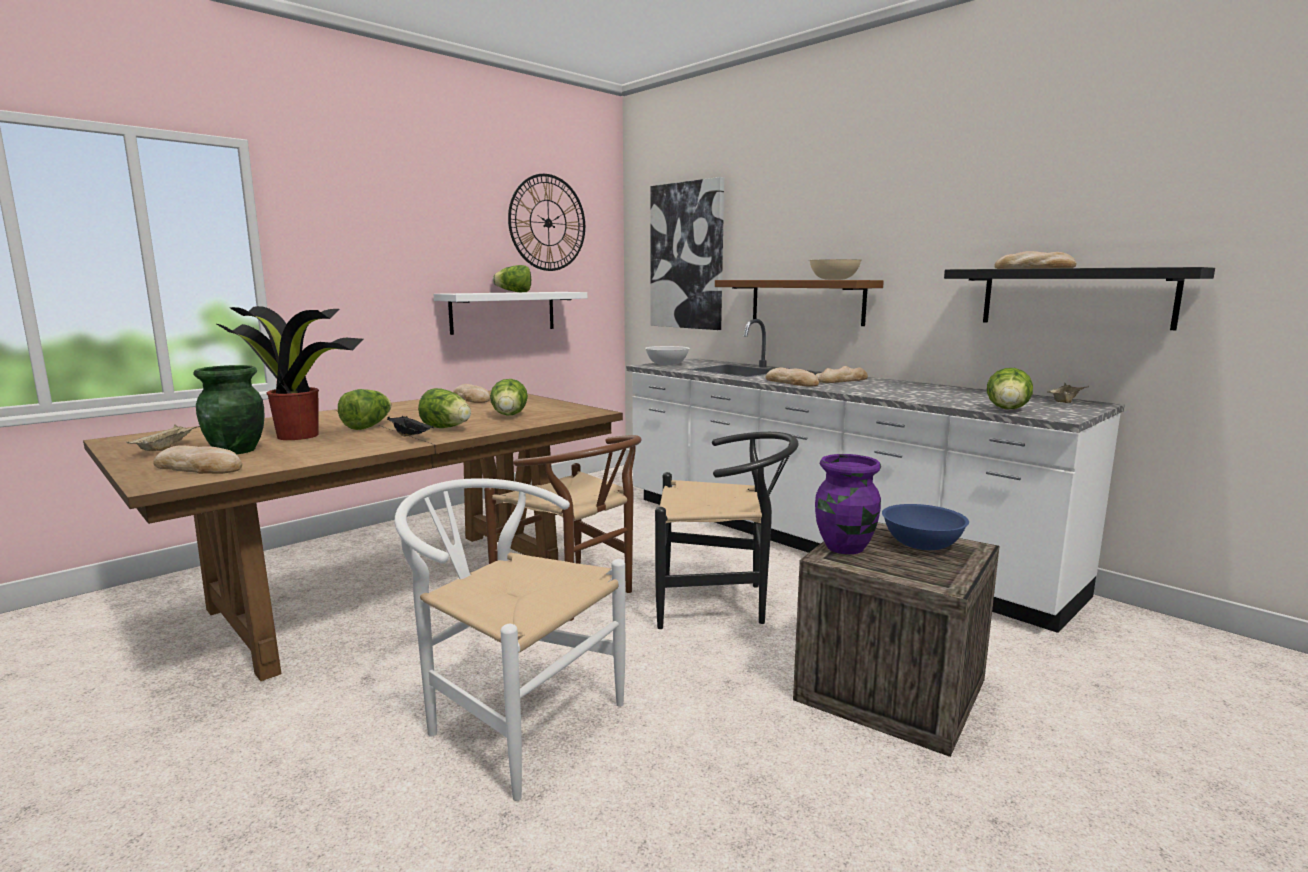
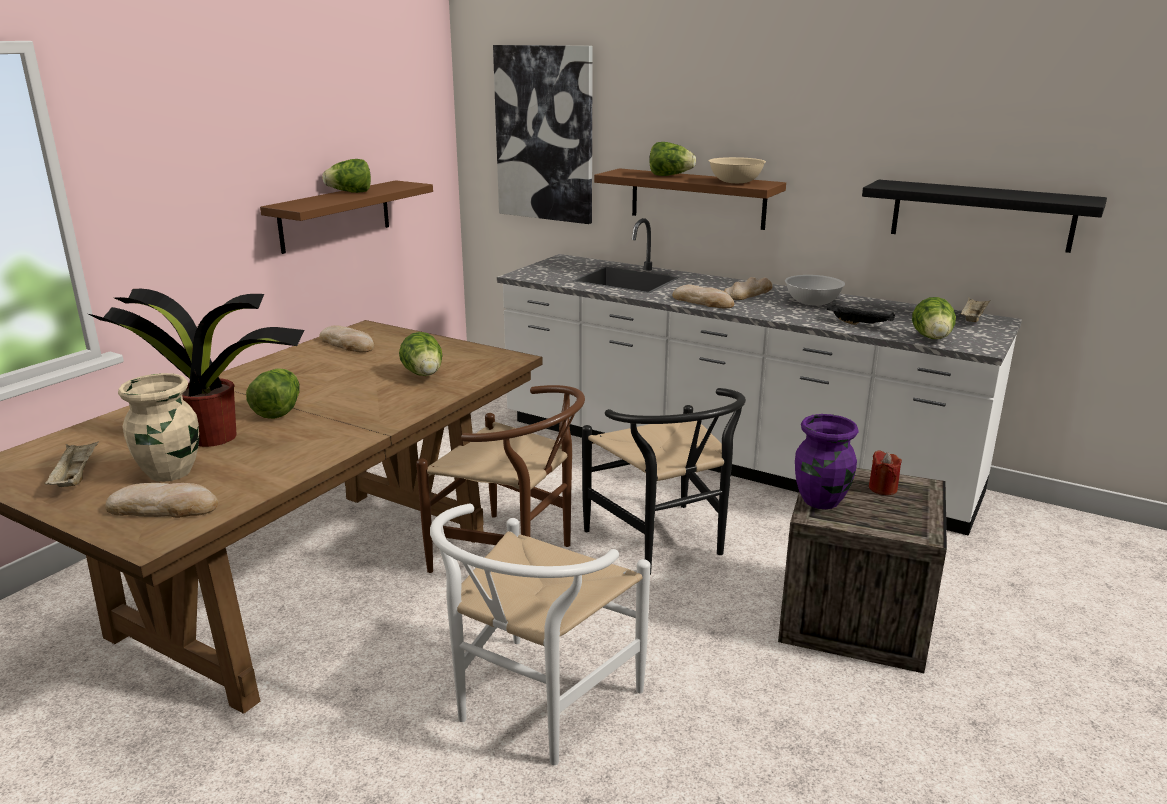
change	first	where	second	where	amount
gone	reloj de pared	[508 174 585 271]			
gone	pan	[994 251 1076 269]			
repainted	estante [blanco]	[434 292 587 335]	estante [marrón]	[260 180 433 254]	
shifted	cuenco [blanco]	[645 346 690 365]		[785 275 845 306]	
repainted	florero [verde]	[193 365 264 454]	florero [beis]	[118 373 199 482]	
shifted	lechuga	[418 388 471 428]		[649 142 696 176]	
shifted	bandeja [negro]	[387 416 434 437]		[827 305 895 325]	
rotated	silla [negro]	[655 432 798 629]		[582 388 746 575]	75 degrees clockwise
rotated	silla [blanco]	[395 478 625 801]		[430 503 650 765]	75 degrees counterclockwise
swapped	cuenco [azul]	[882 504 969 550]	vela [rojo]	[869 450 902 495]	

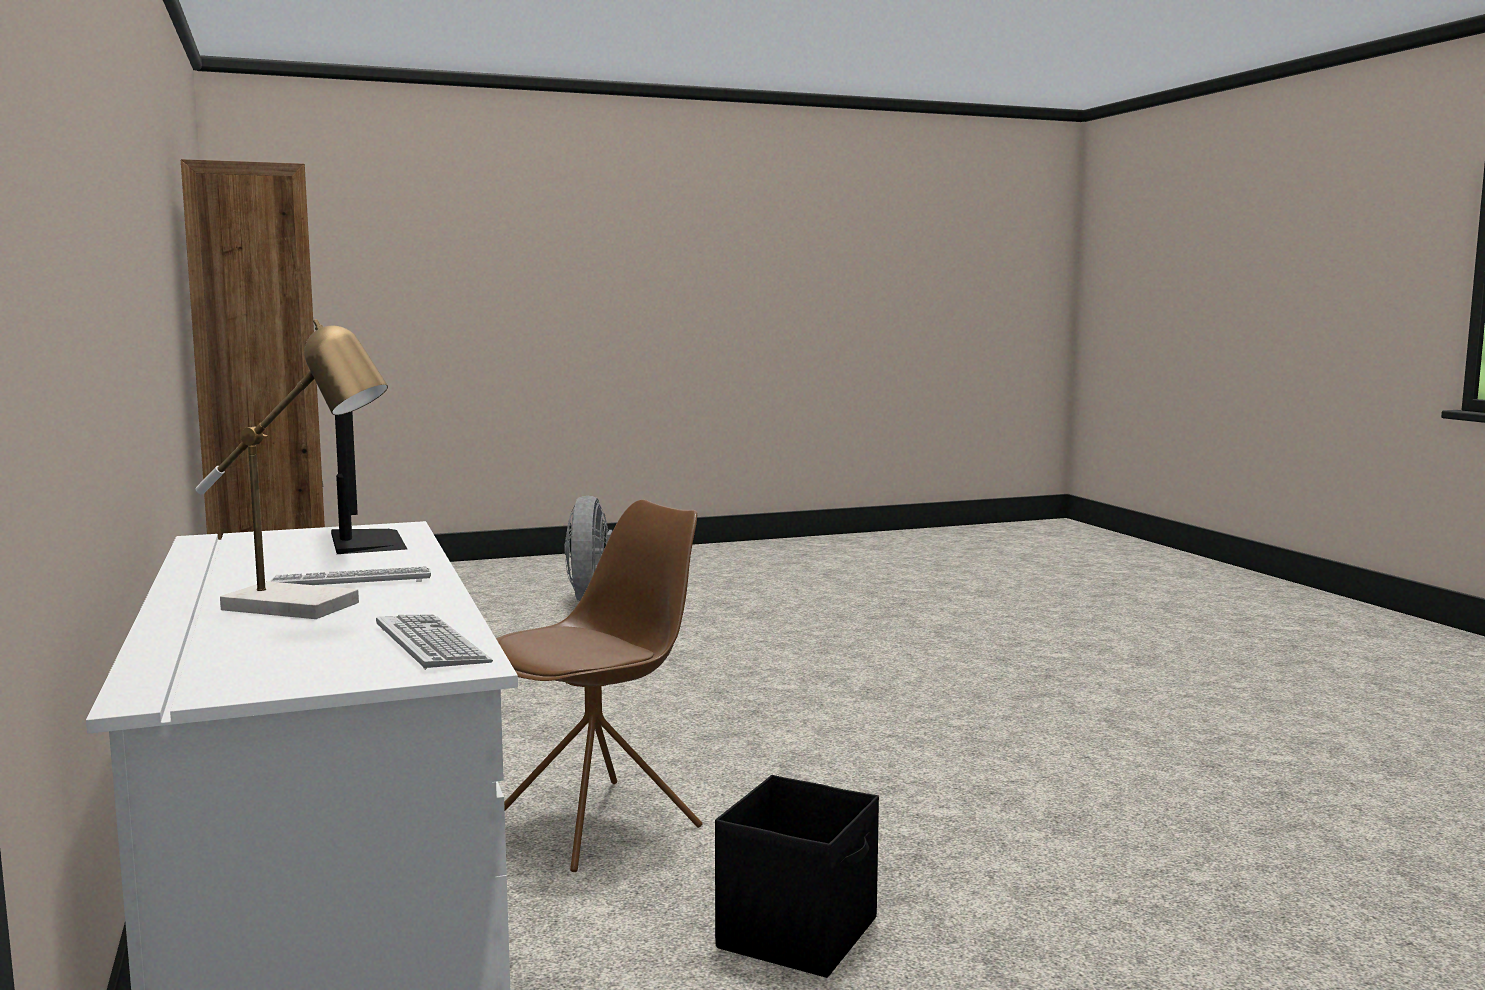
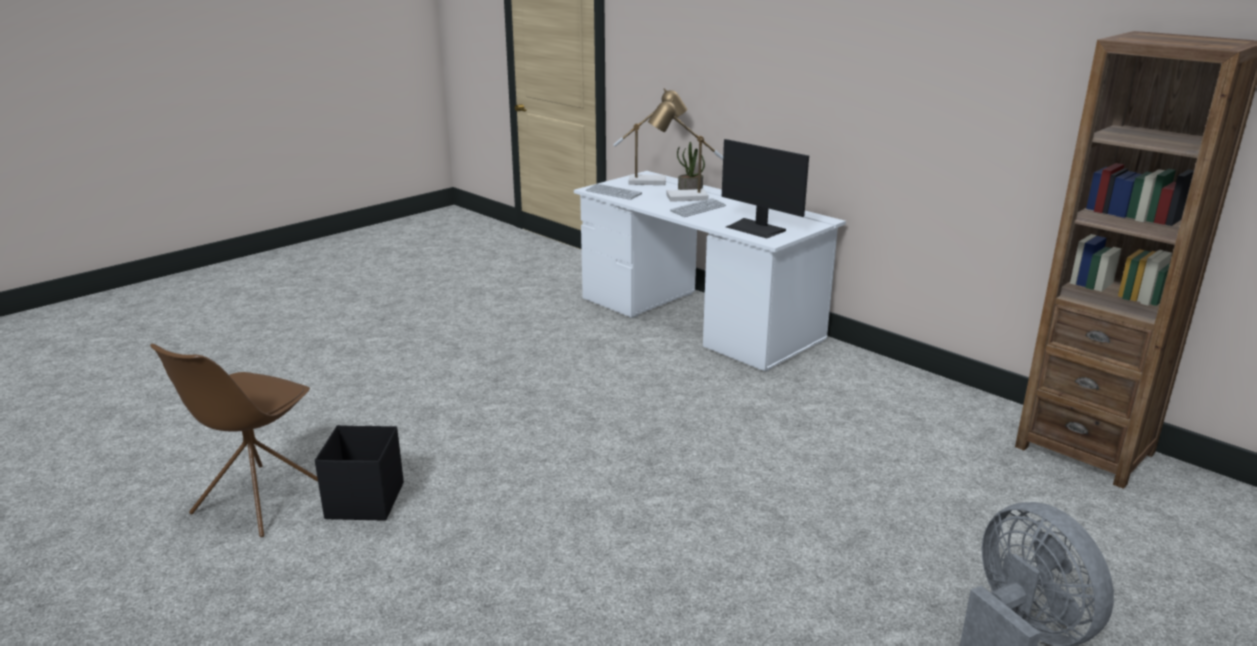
change	first	where	second	where	amount
shifted	silla [marrón]	[496 499 702 872]		[150 344 318 537]	
shifted	caja de almacenaje [negro]	[715 775 879 978]		[315 425 404 521]	
new			lámpara de mesa	[613 88 687 185]	
new			planta en maceta	[677 142 705 190]	

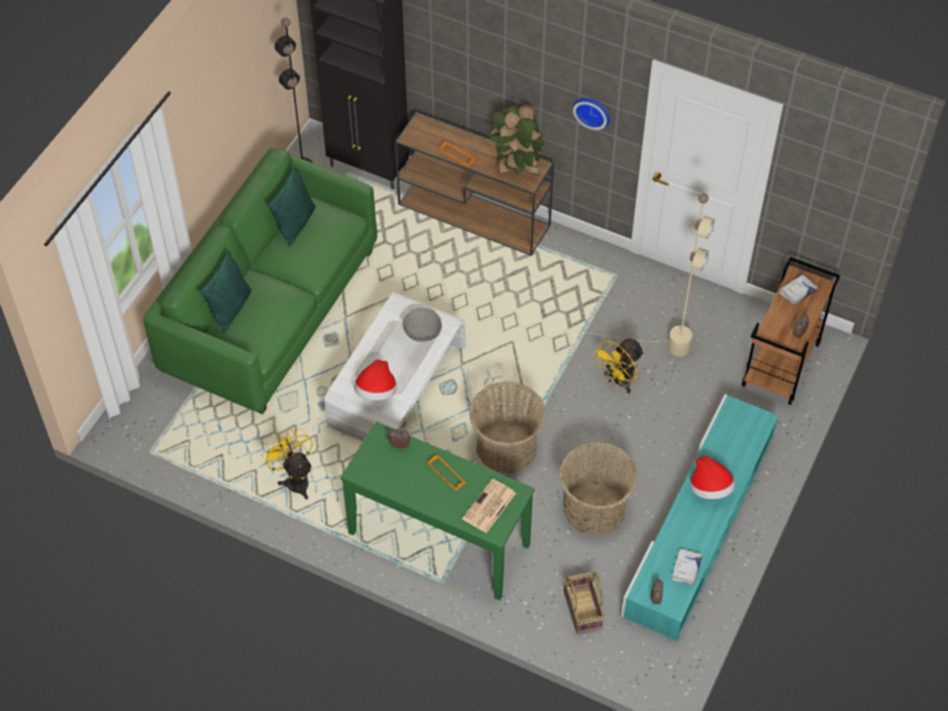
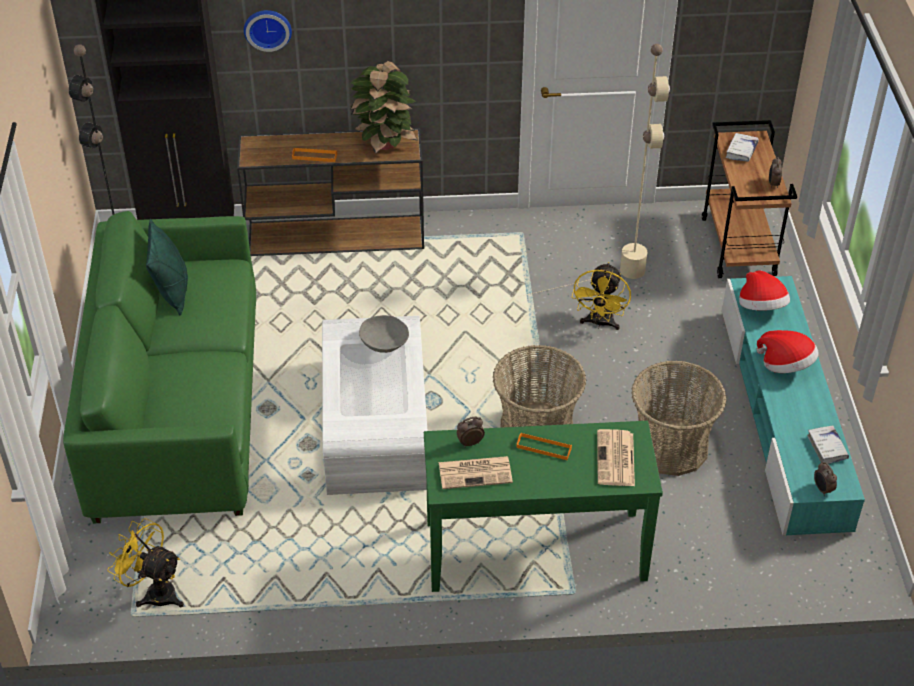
change	first	where	second	where	amount
shifted	reloj de pared	[573 98 610 130]		[244 10 292 52]	
gone	cojín [verde]	[199 250 252 333]			
shifted	sombrero	[354 359 396 401]		[739 270 790 311]	
shifted	ventilador [amarillo]	[261 428 313 499]		[107 518 184 607]	
gone	cesta	[564 572 605 634]			
new			periódico	[439 456 513 489]	

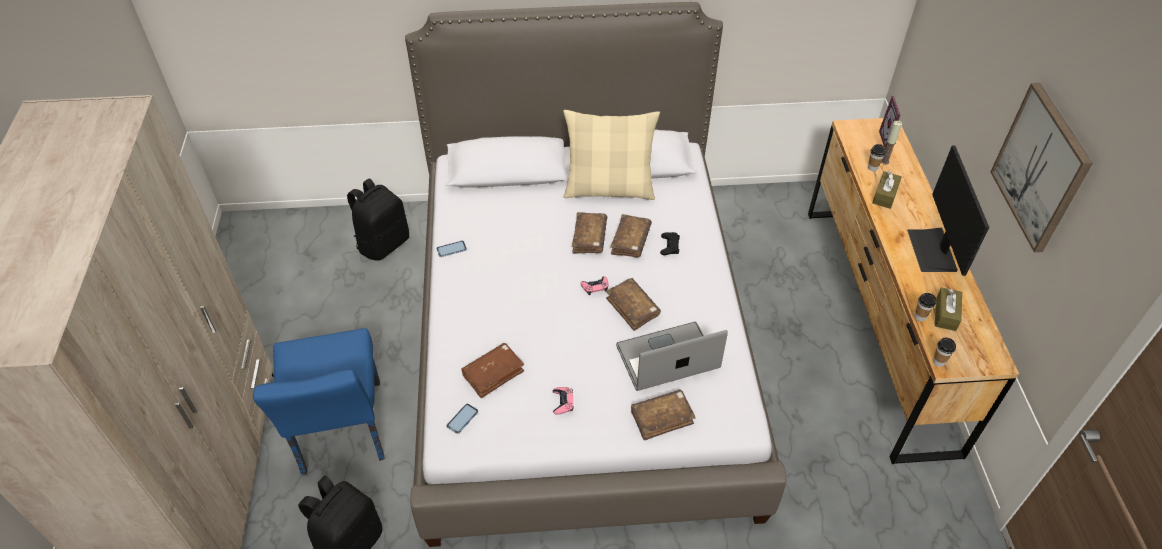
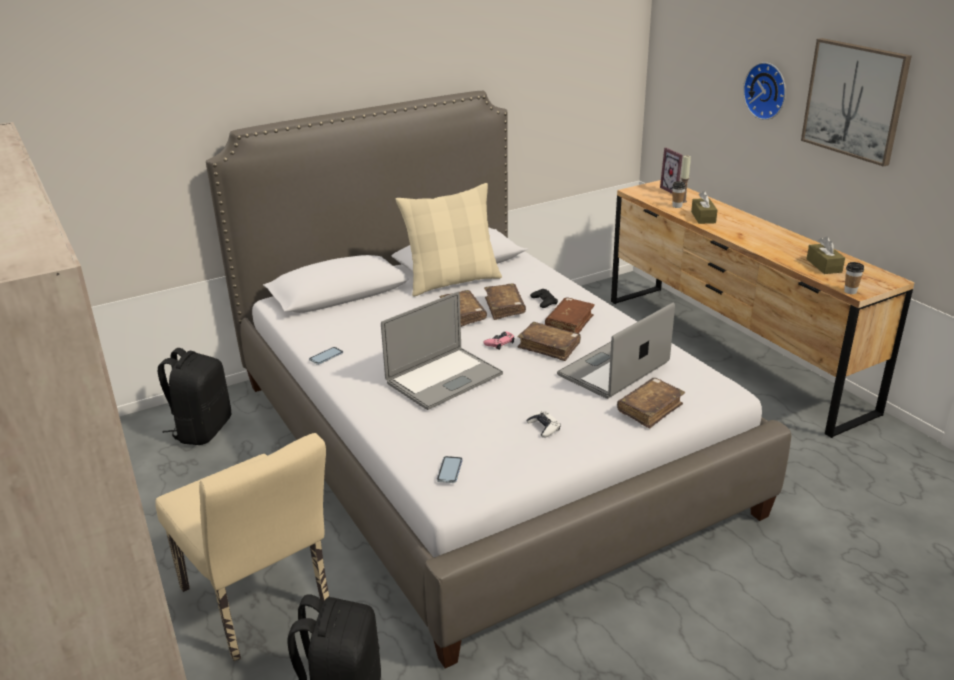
change	first	where	second	where	amount
gone	monitor	[907 146 989 276]			
gone	taza	[914 293 936 321]			
repainted	silla [azul]	[253 328 385 475]	silla [beis]	[155 433 330 661]	
shifted	libro [marrón]	[461 343 525 398]		[545 298 595 334]	
repainted	mando de consola [rosa]	[553 387 574 415]	mando de consola [blanco]	[526 411 560 438]	
new			reloj de pared	[743 62 786 120]	
new			portátil	[381 291 503 410]	

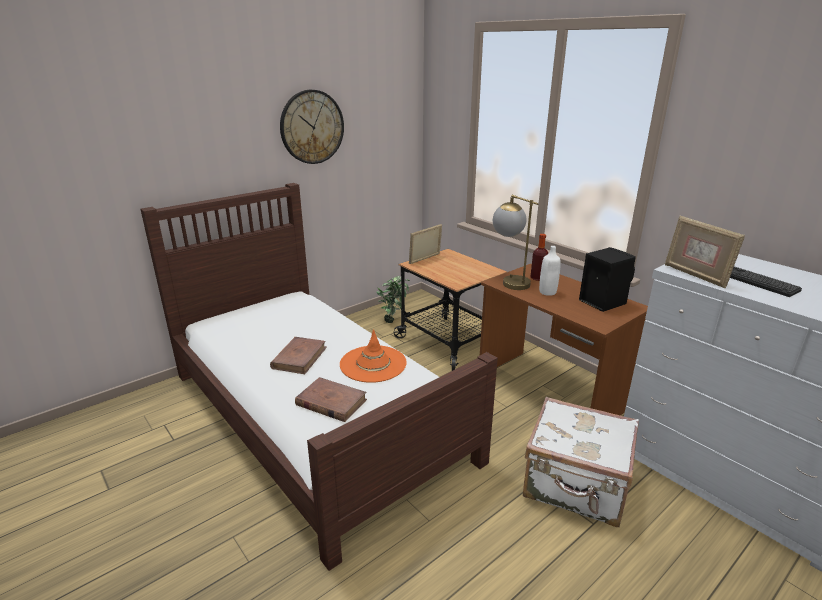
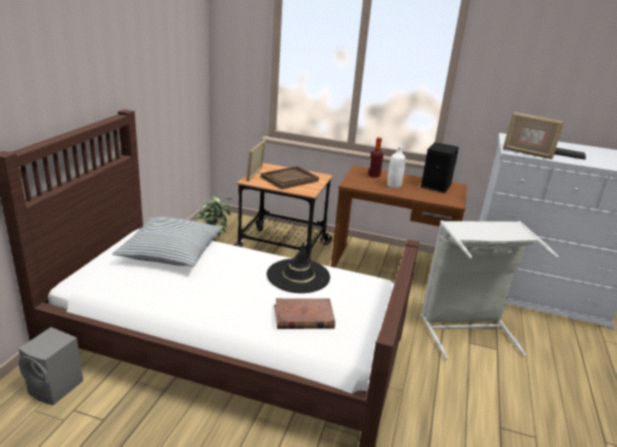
change	first	where	second	where	amount
gone	reloj de pared	[280 90 344 164]			
gone	lámpara de mesa	[493 195 538 290]			
repainted	sombrero [naranja]	[340 329 407 383]	sombrero [negro]	[267 242 330 293]	
gone	libro [marrón]	[270 337 327 374]			
swapped	maleta [blanco]	[523 397 639 527]	cesto de la ropa [gris]	[421 220 559 359]	
new			bandeja [marrón]	[261 166 319 189]	
new			cojín	[112 217 223 267]	
new			altavoz [gris]	[18 327 83 405]	

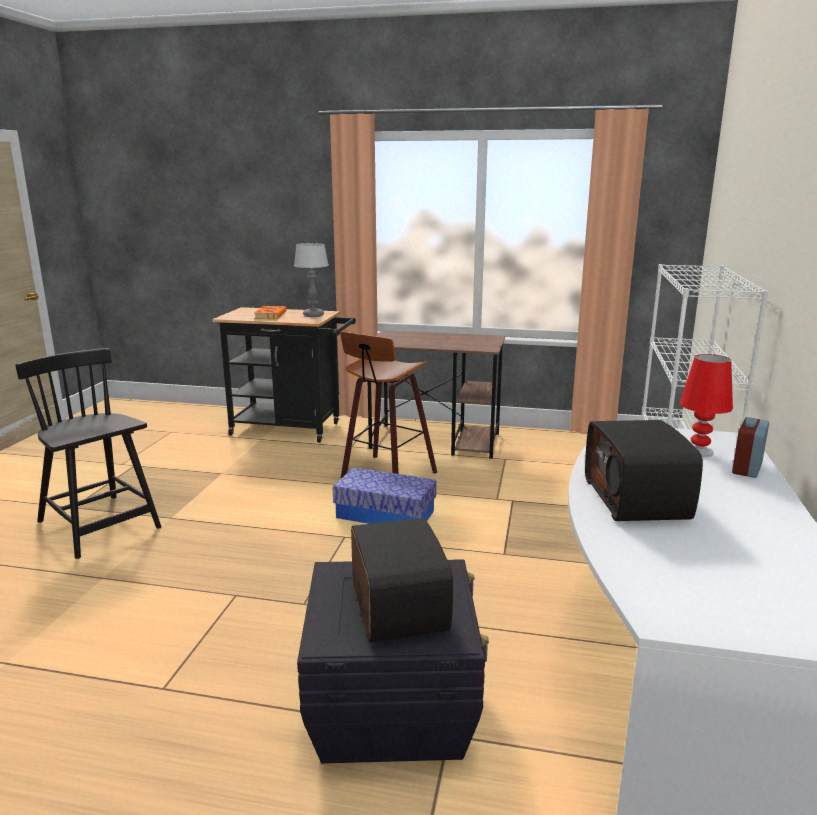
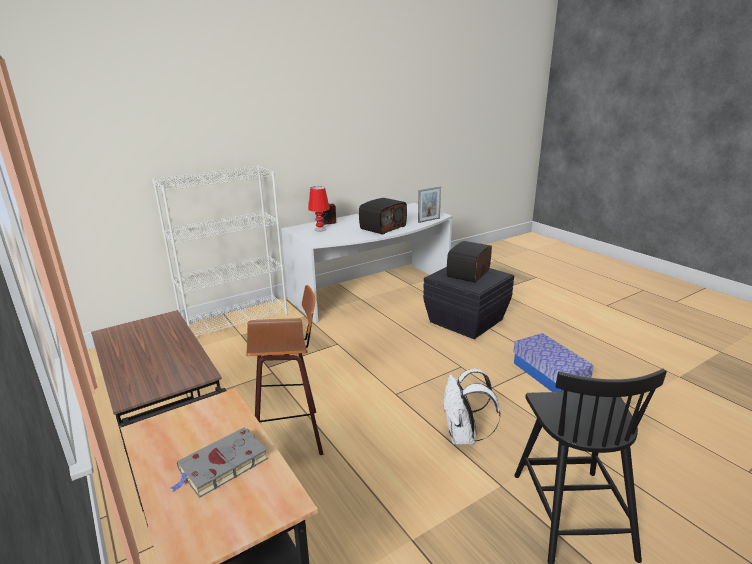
change	first	where	second	where	amount
gone	lámpara de mesa	[294 243 329 317]			
repainted	libro [naranja]	[254 306 287 319]	libro [gris]	[171 427 268 498]	
shifted	caja de almacenaje	[333 467 437 524]		[513 333 594 392]	
new			portarretratos	[418 187 441 223]	
new			mochila [blanco]	[444 368 501 445]	

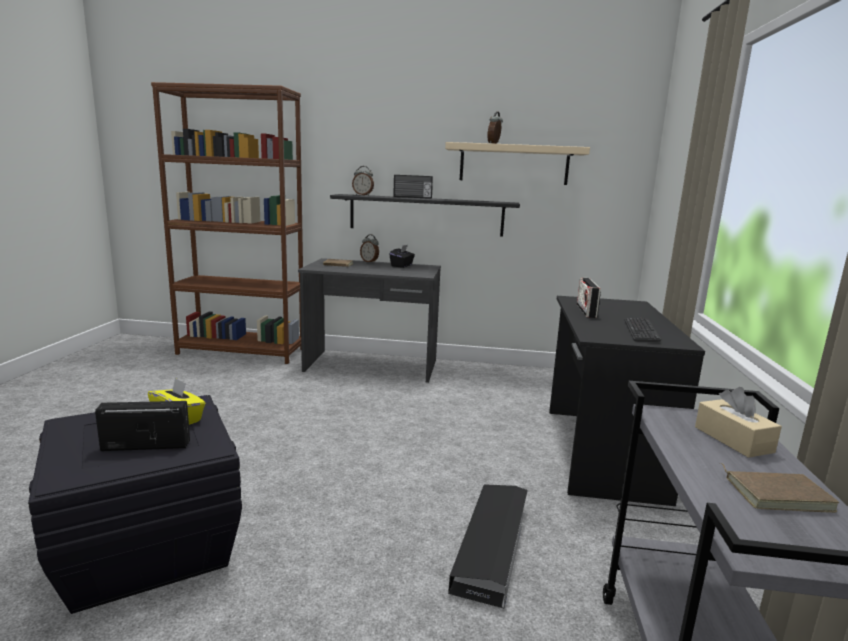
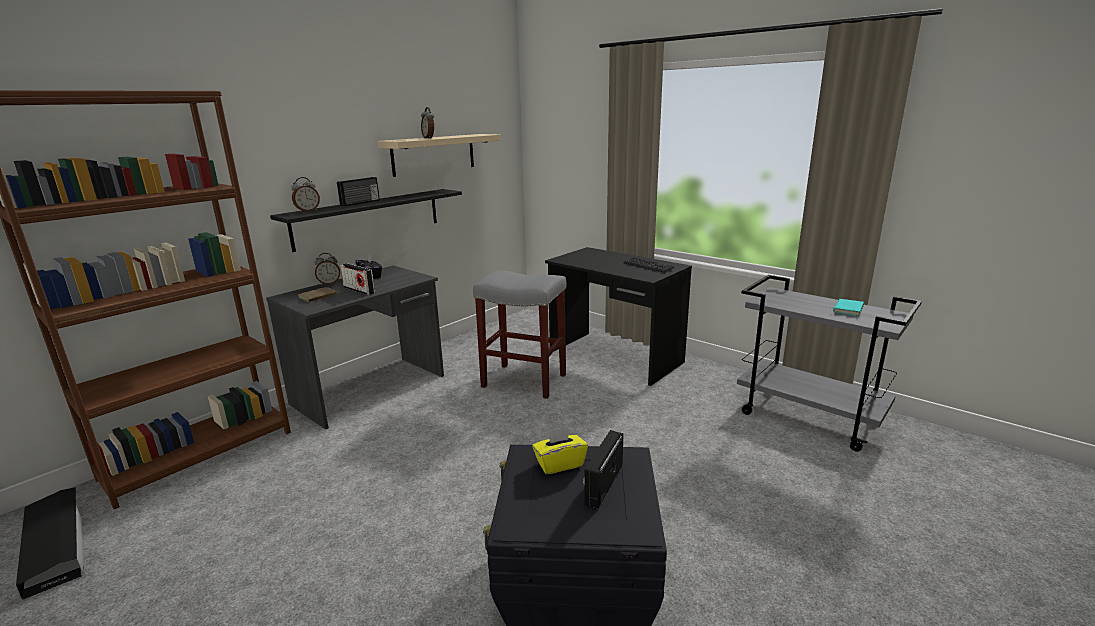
change	first	where	second	where	amount
shifted	radio	[577 278 601 318]		[340 263 375 295]	
gone	caja de pañuelos [beis]	[695 387 782 458]			
repainted	libro [marrón]	[720 463 840 513]	libro [turquesa]	[833 299 864 316]	
shifted	caja de almacenaje [negro]	[448 484 528 609]		[16 487 84 600]	
new			taburete [gris]	[473 270 566 399]	

